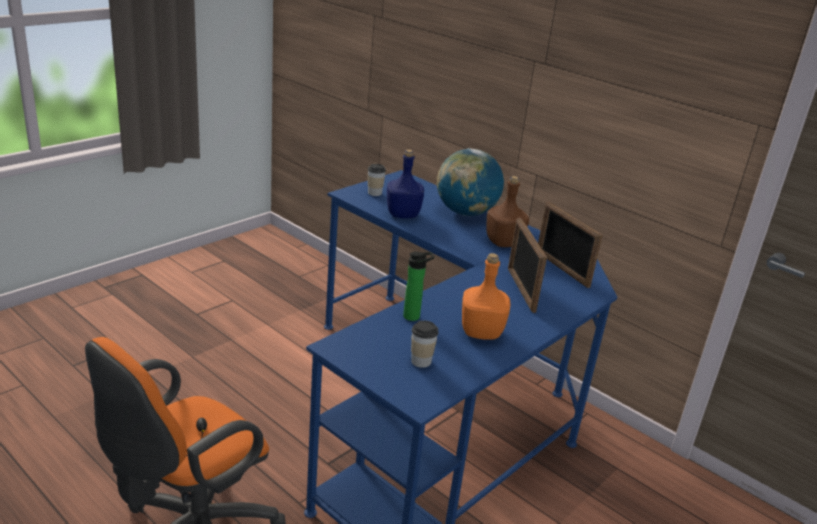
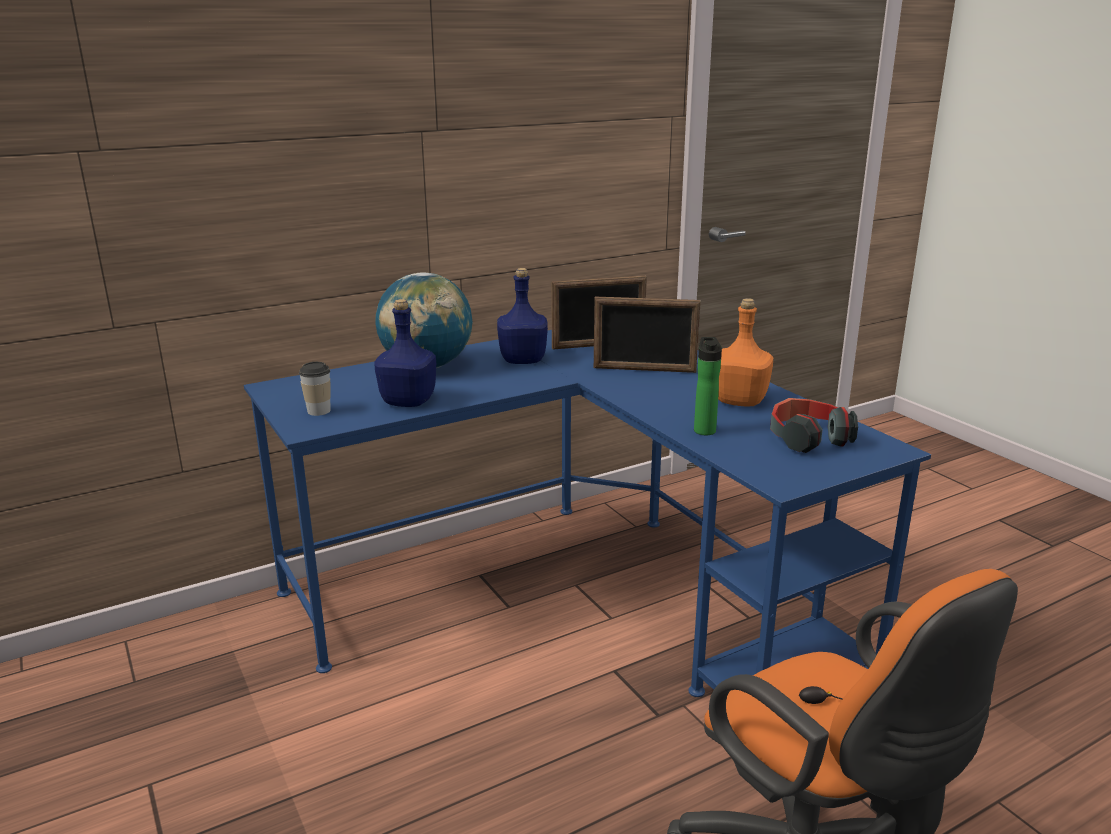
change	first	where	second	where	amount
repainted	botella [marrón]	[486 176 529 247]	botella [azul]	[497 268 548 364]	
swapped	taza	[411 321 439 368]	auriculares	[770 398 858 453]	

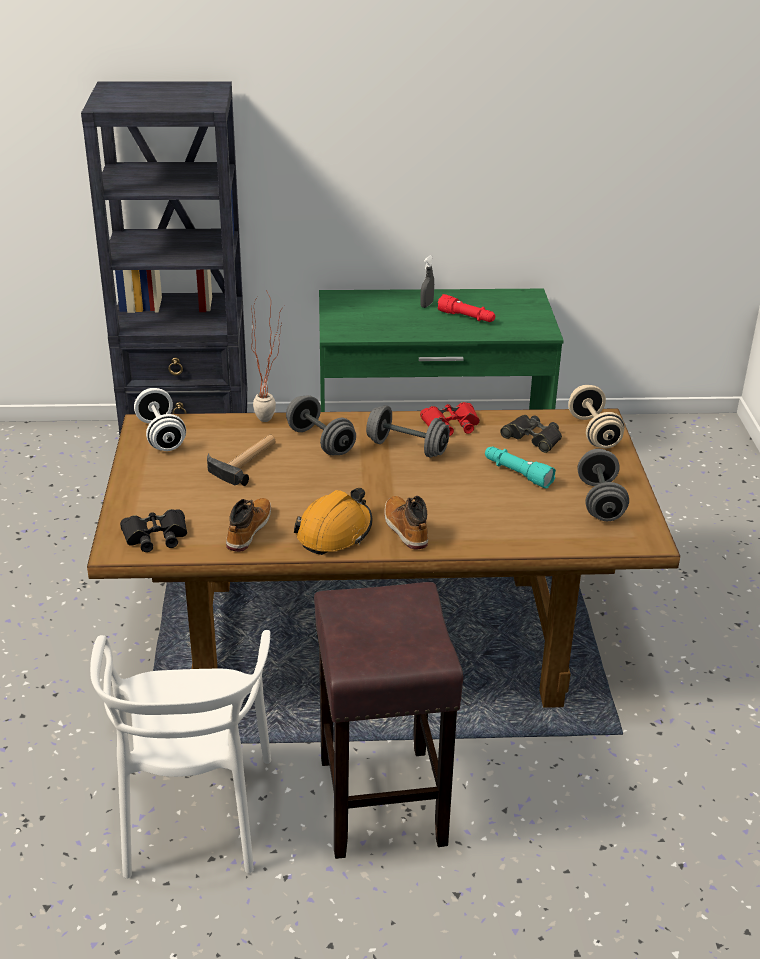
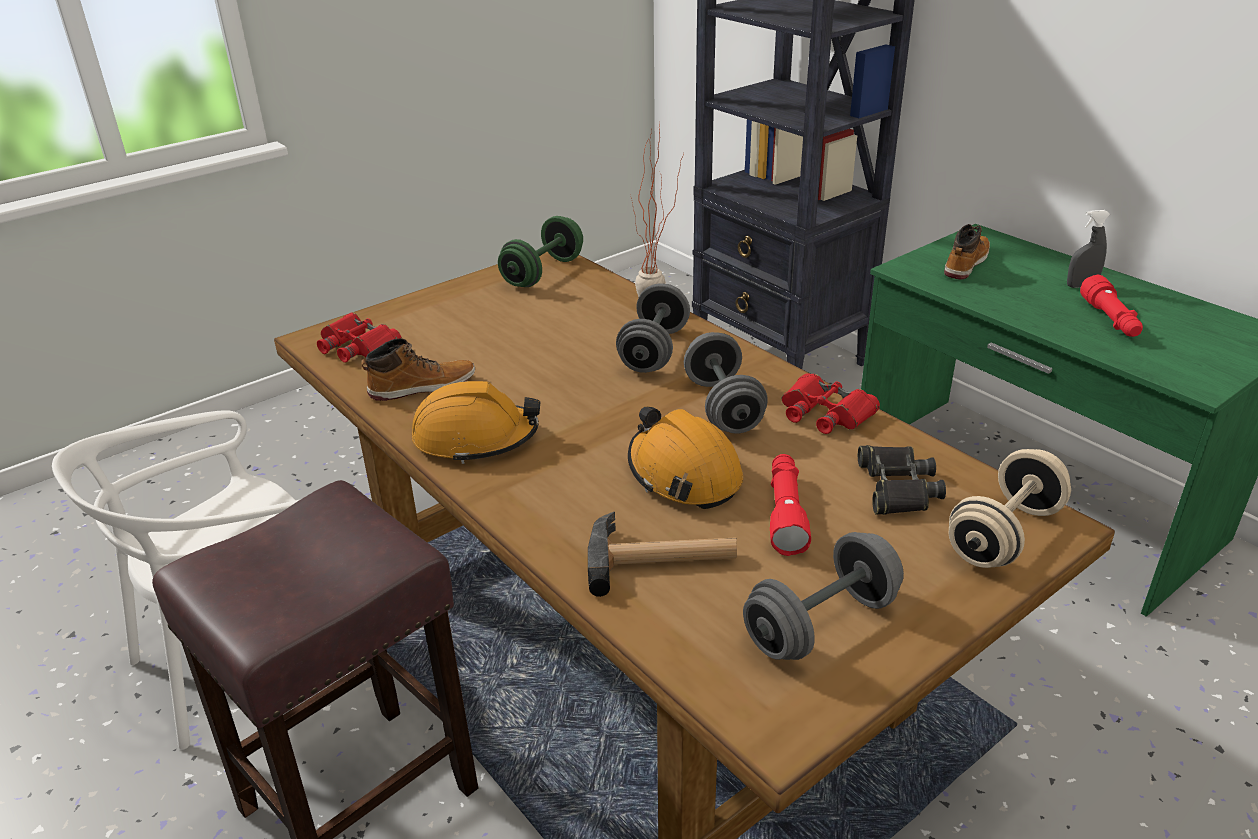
change	first	where	second	where	amount
repainted	mancuerna [blanco]	[134 388 186 451]	mancuerna [verde]	[498 216 583 287]	
shifted	martillo	[207 434 275 486]		[588 512 737 597]	
repainted	linterna [turquesa]	[485 447 556 489]	linterna [rojo]	[770 454 811 556]	
shifted	bota	[384 495 428 550]		[944 224 990 280]	
repainted	prismáticos [negro]	[120 509 187 552]	prismáticos [rojo]	[317 312 402 363]	
new			casco [naranja]	[628 406 743 509]	

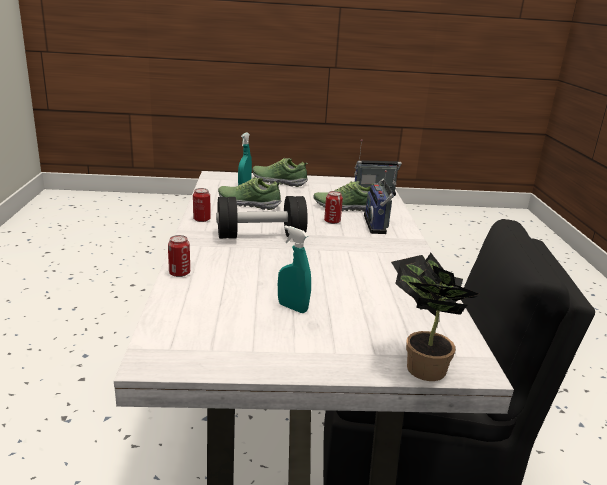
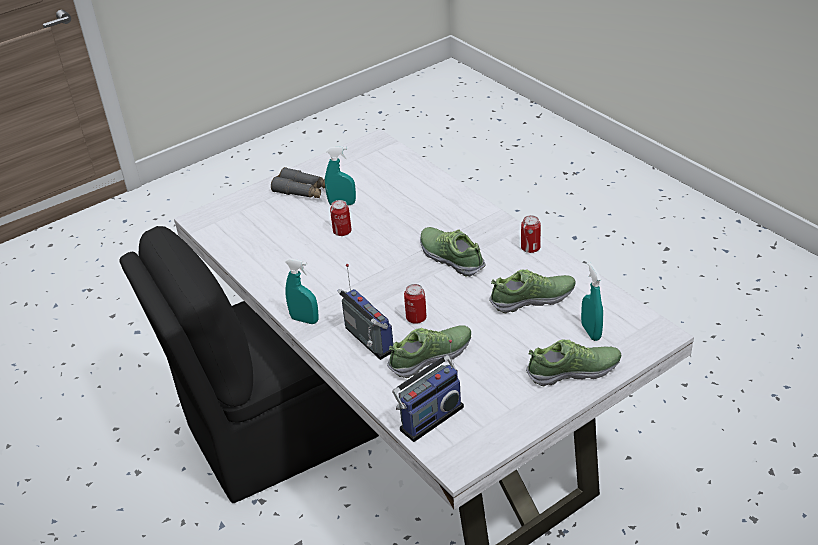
change	first	where	second	where	amount
swapped	mancuerna [negro]	[216 196 308 239]	zapato	[420 227 485 277]	
shifted	lata	[168 235 190 277]		[330 200 351 236]	
gone	planta en maceta	[391 253 479 381]			
new			prismáticos [gris]	[271 167 325 198]	
new			pulverizador [turquesa]	[285 258 319 324]	

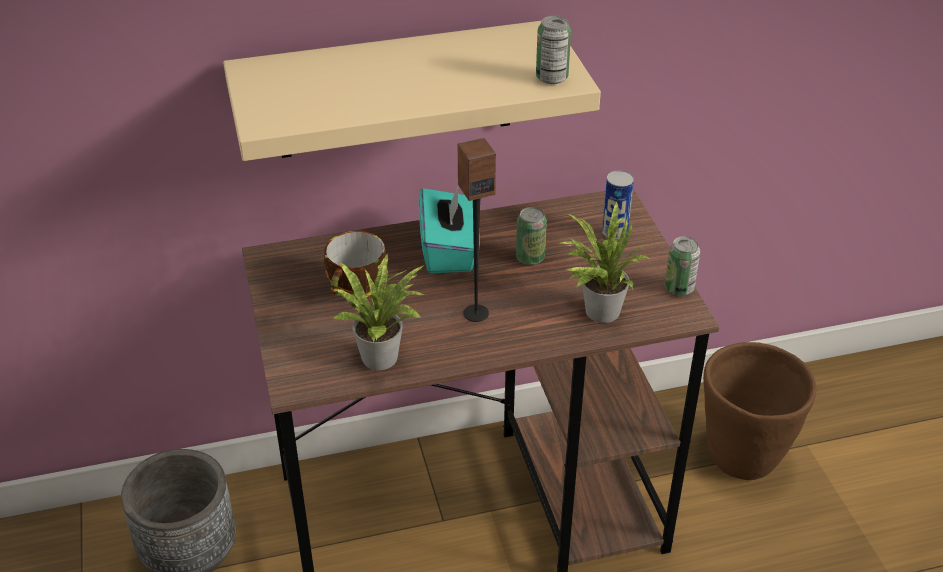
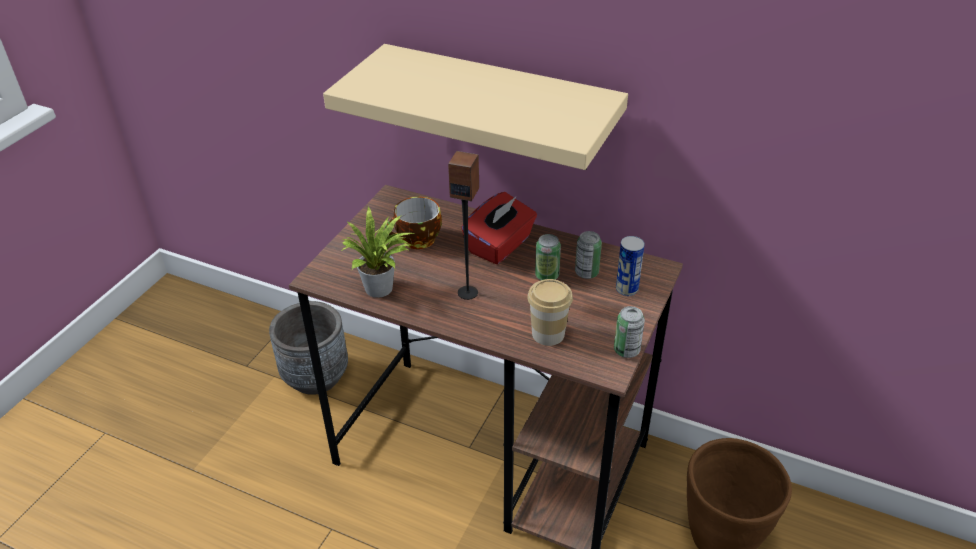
change	first	where	second	where	amount
shifted	lata	[536 16 571 84]		[575 231 602 279]	
repainted	caja de pañuelos [turquesa]	[419 187 480 273]	caja de pañuelos [rojo]	[461 192 537 264]	
swapped	planta en maceta	[558 202 649 323]	taza	[527 279 573 346]	

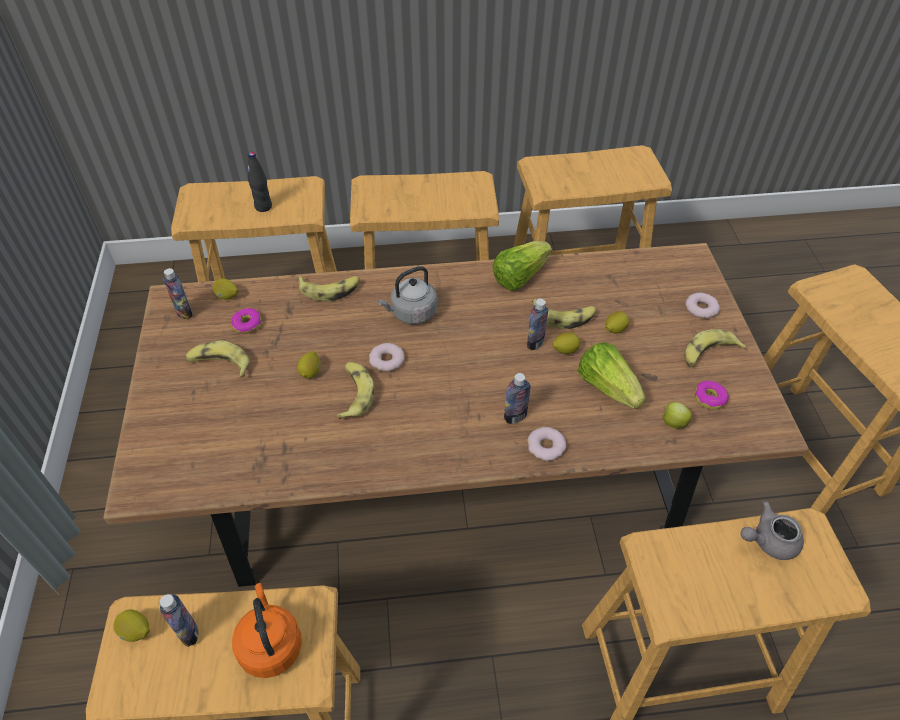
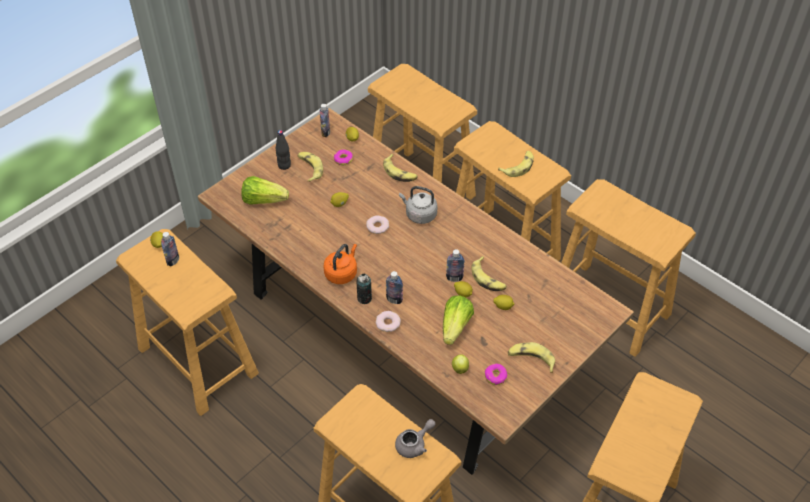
change	first	where	second	where	amount
shifted	botella [negro]	[248 152 272 212]		[276 130 291 170]	
shifted	lechuga	[493 241 552 291]		[241 176 289 205]	
gone	rosquilla	[685 292 720 318]			
shifted	plátano	[336 362 374 419]		[498 151 534 177]	
rotated	tetera [gris]	[741 501 804 560]		[395 419 435 458]	105 degrees clockwise
shifted	hervidor [naranja]	[232 583 302 678]		[323 244 357 284]	
new			lata	[356 274 372 304]	

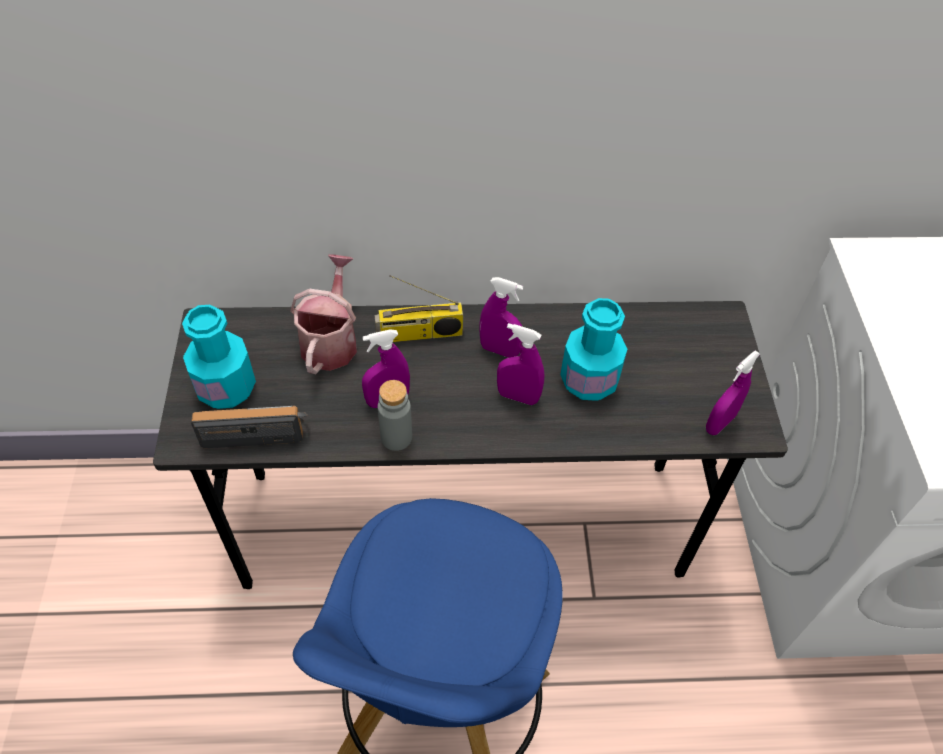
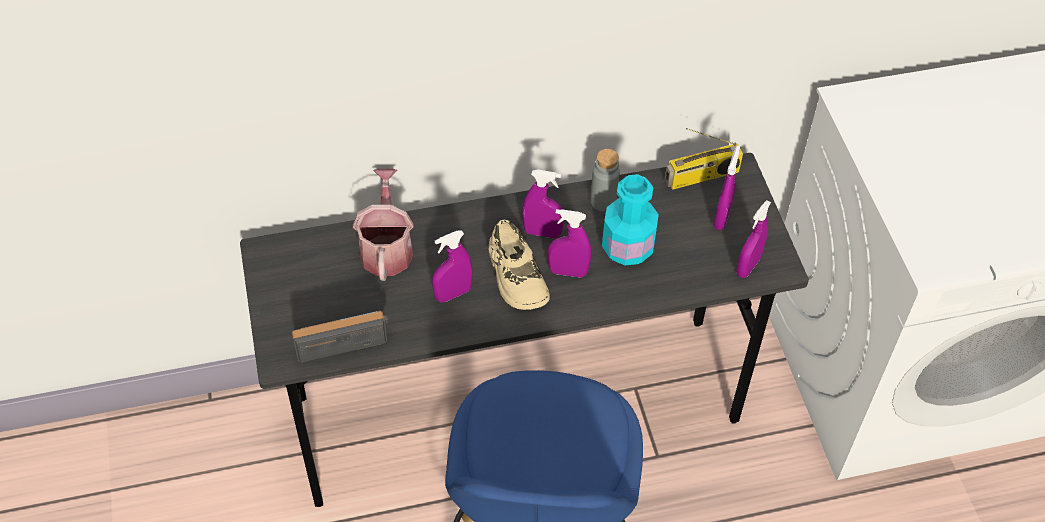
change	first	where	second	where	amount
shifted	radio	[375 275 463 342]		[664 128 743 190]	
gone	botella [turquesa]	[182 305 256 409]			
shifted	botella [gris]	[378 380 412 451]		[590 149 620 211]	
new			pulverizador [morado]	[713 146 740 230]	
new			zapato [beis]	[489 220 550 310]	

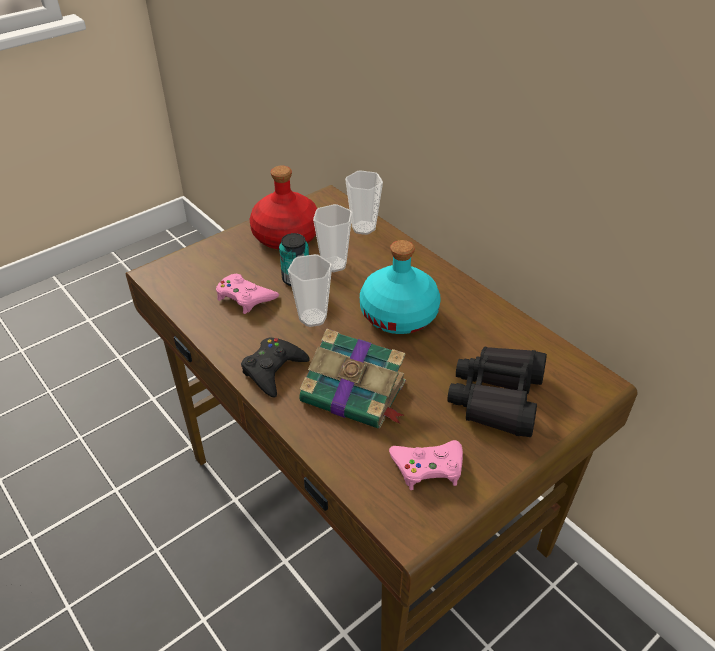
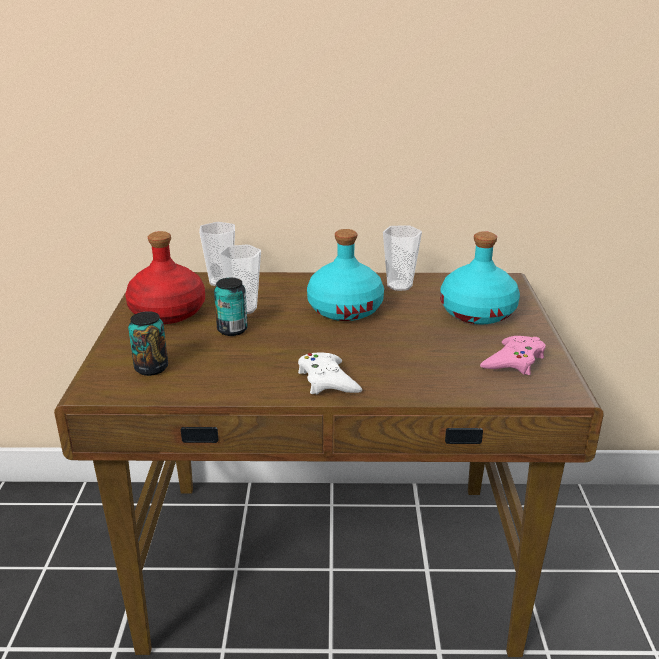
change	first	where	second	where	amount
shifted	taza	[288 254 332 327]		[383 225 422 291]	
gone	mando de consola [rosa]	[216 274 279 314]			
gone	libro	[299 328 406 429]			
repainted	mando de consola [negro]	[241 337 310 398]	mando de consola [blanco]	[298 352 362 394]	
swapped	prismáticos [negro]	[448 347 547 437]	botella [turquesa]	[440 231 520 324]	
new			lata	[128 311 168 376]	

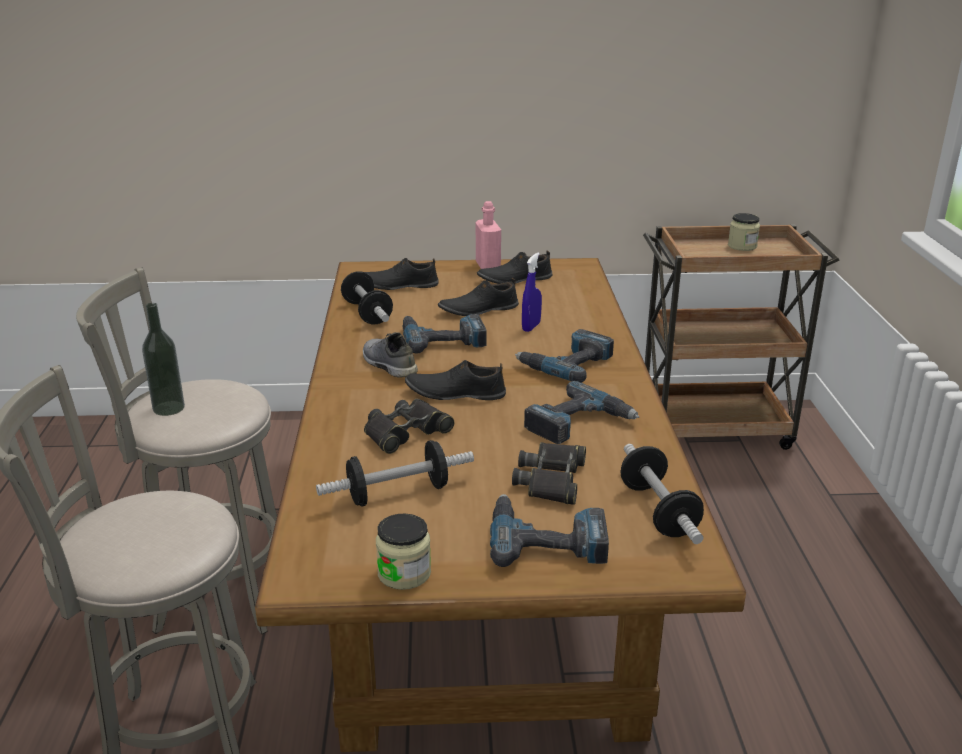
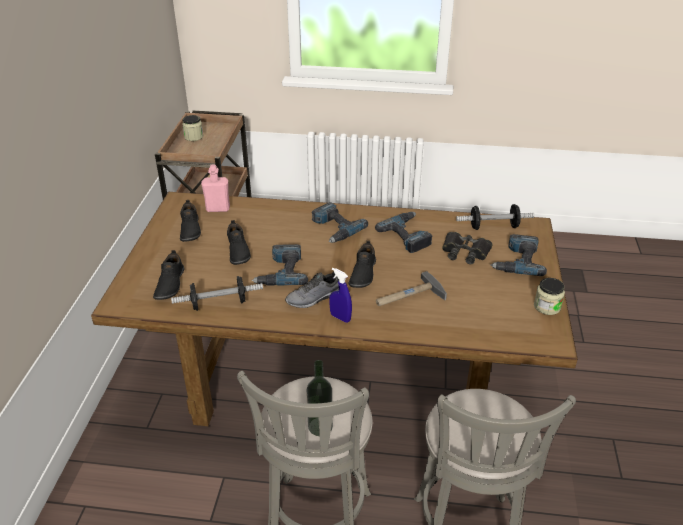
change	first	where	second	where	amount
shifted	botella [rosa]	[476 201 501 269]		[201 164 230 212]	
shifted	pulverizador [azul]	[522 253 542 332]		[329 268 352 323]	
swapped	prismáticos [negro]	[364 399 454 454]	martillo	[376 271 447 306]	
gone	mancuerna	[316 440 474 507]			

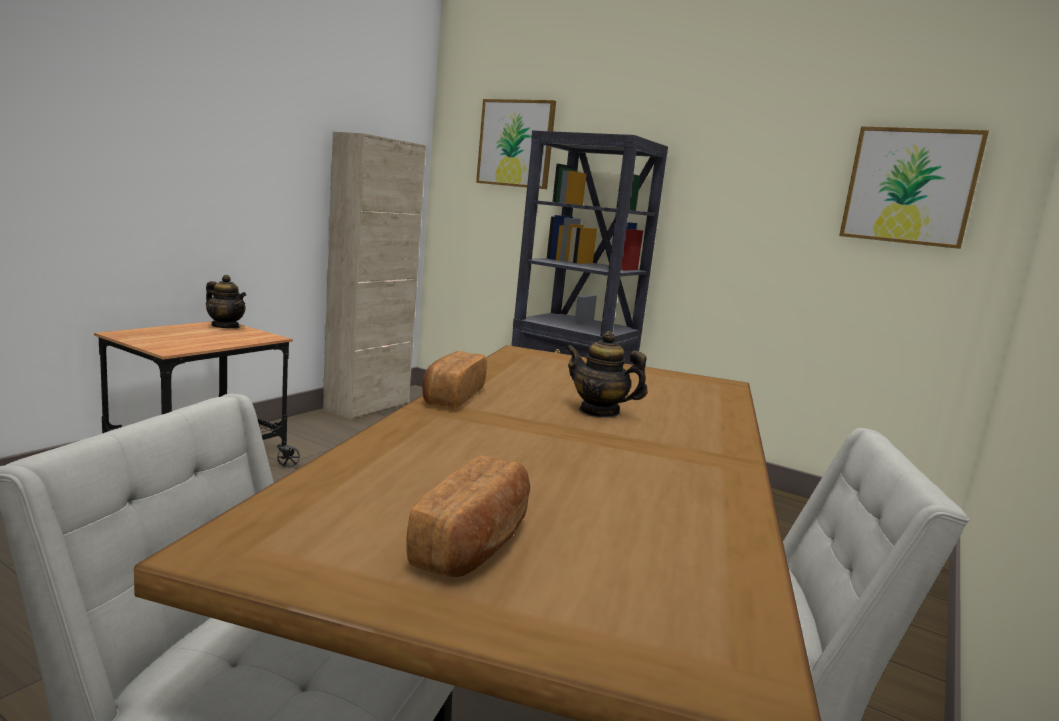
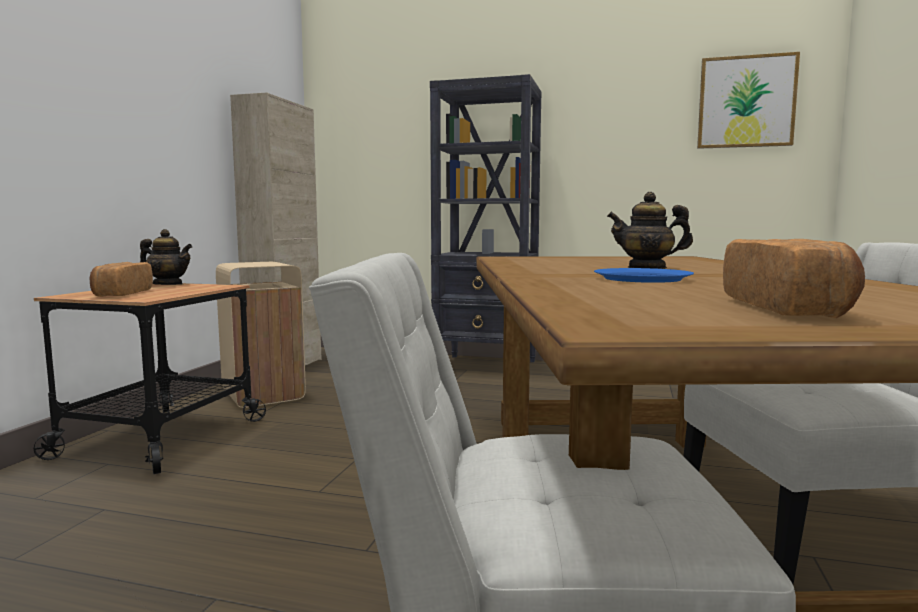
change	first	where	second	where	amount
gone	cuadro	[476 99 556 189]			
shifted	pan	[422 351 487 408]		[90 262 153 297]	
new			papelera [beis]	[216 262 306 408]	
new			plato [azul]	[594 268 694 283]	

